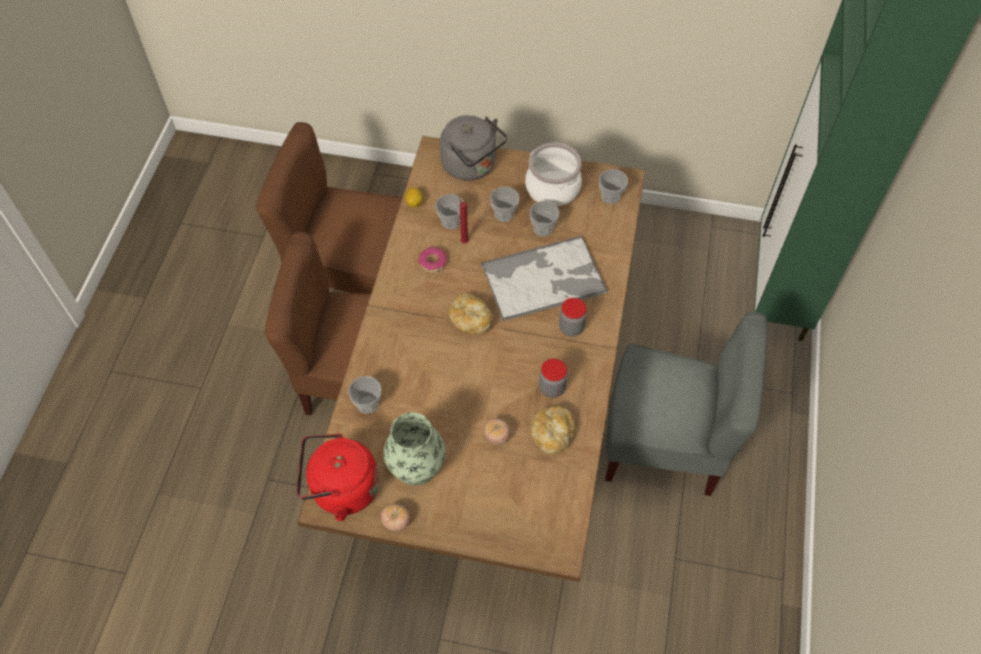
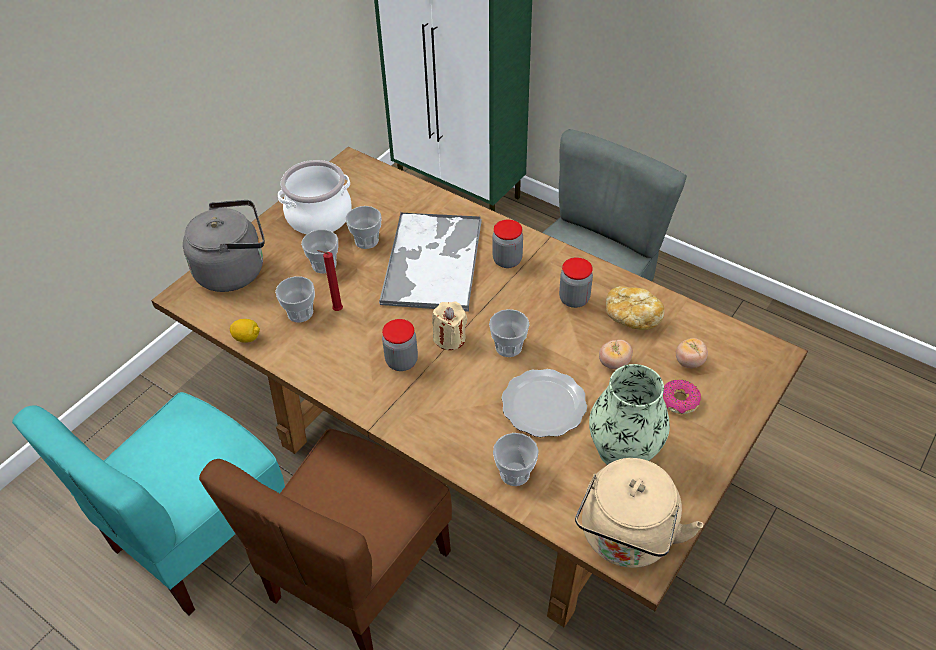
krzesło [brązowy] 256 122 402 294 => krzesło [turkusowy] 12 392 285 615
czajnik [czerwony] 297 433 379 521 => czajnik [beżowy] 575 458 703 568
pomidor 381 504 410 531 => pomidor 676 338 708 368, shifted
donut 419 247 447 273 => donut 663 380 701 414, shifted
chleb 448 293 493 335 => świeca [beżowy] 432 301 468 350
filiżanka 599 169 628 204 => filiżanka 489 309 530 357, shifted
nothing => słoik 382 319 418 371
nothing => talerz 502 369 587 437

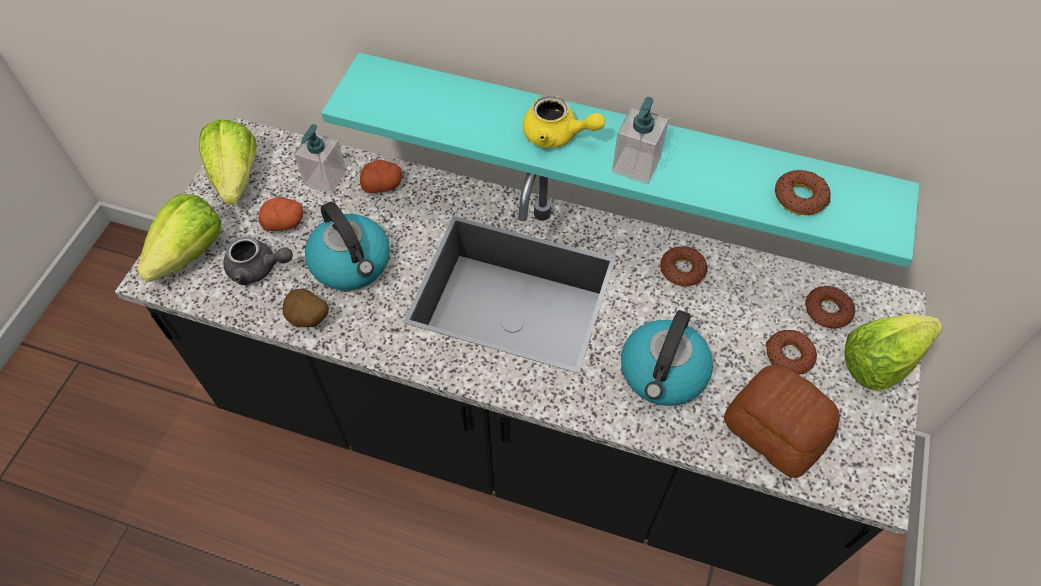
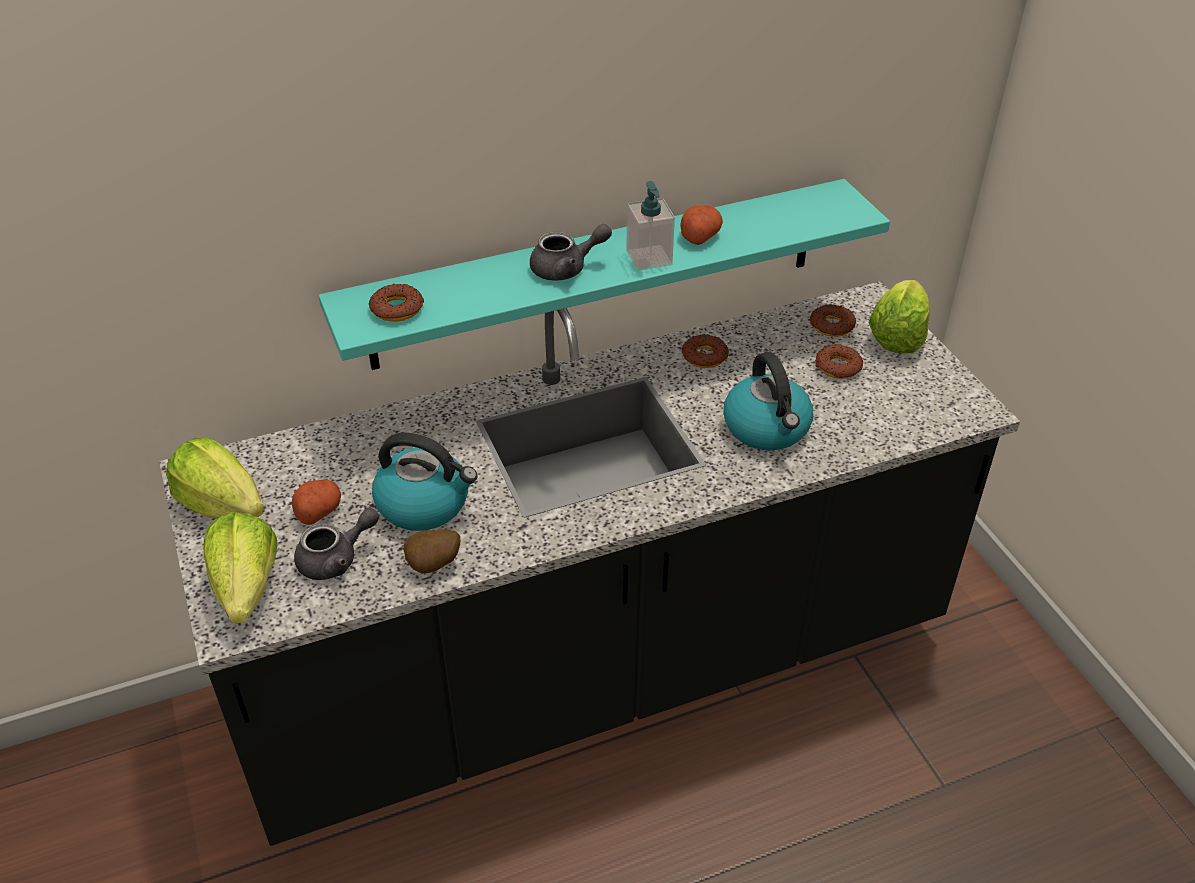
dozownik mydła 294 124 347 194 => nothing
ziemniak 360 160 402 193 => ziemniak 680 206 723 245, shifted
imbryk [żółty] 523 95 605 148 => imbryk [szary] 530 224 612 281
chleb 724 365 840 478 => nothing
donut 775 170 831 215 => donut 369 284 424 322, shifted

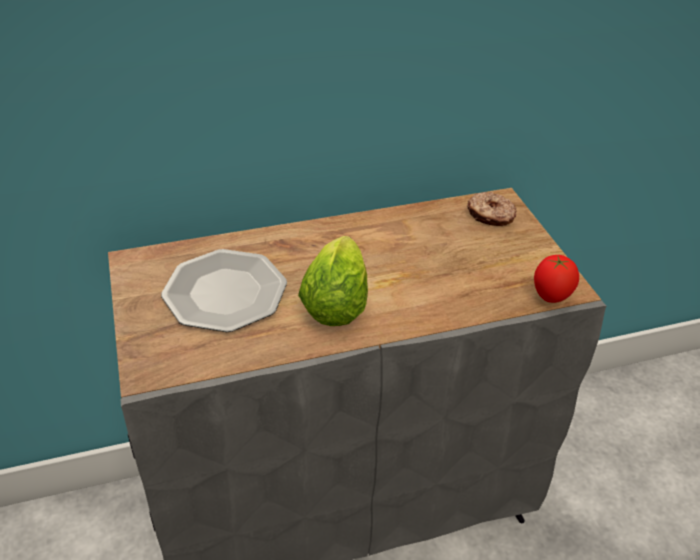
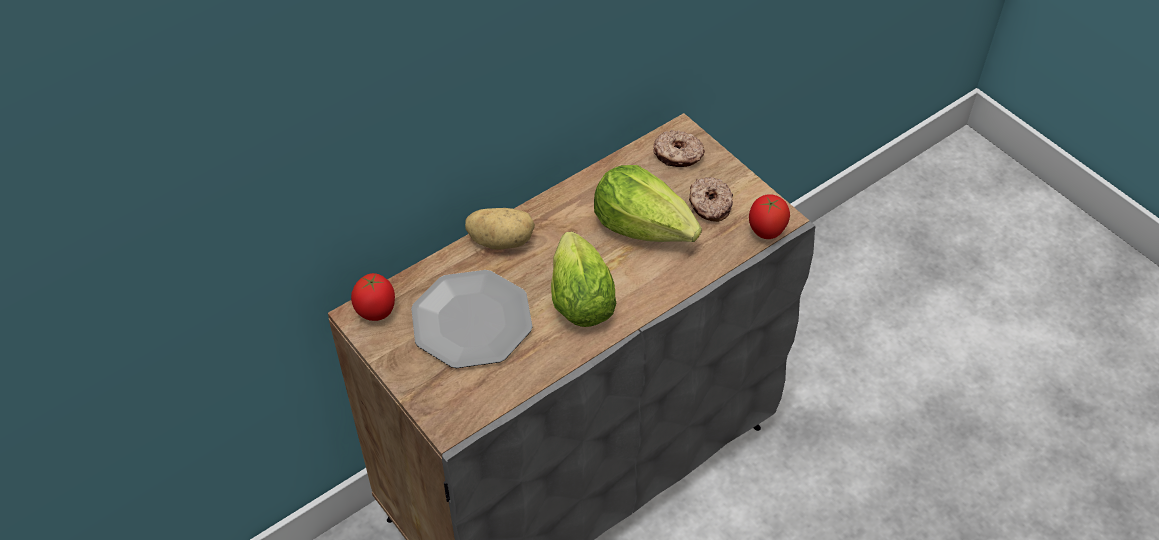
nothing => pomidor 351 273 395 321
nothing => ziemniak 465 208 535 250
nothing => sałata 594 165 702 242
nothing => donut 689 177 733 222

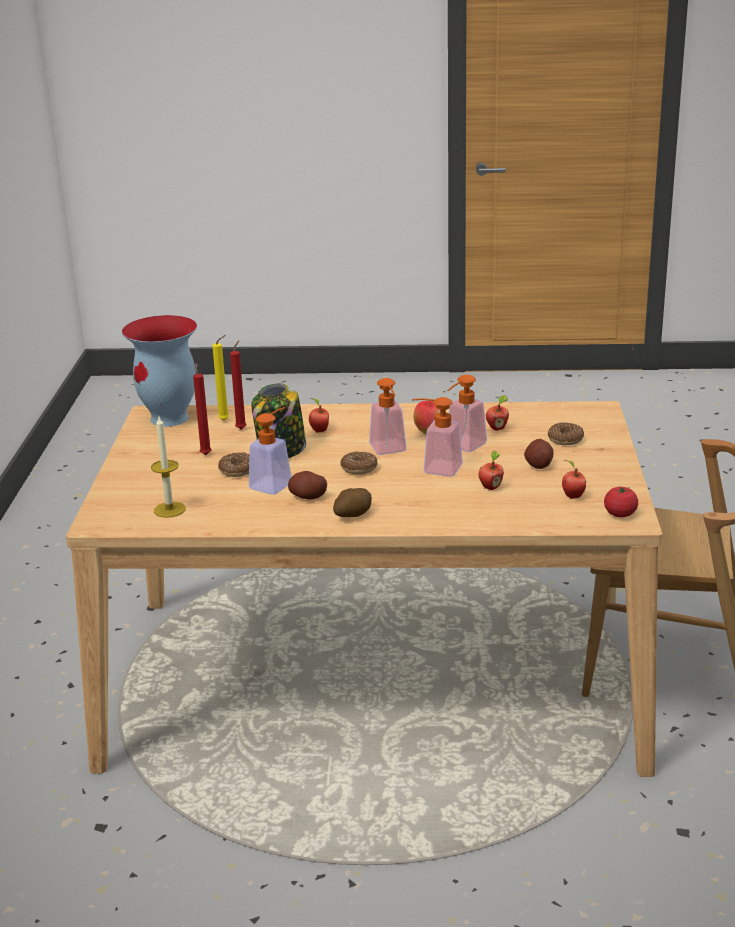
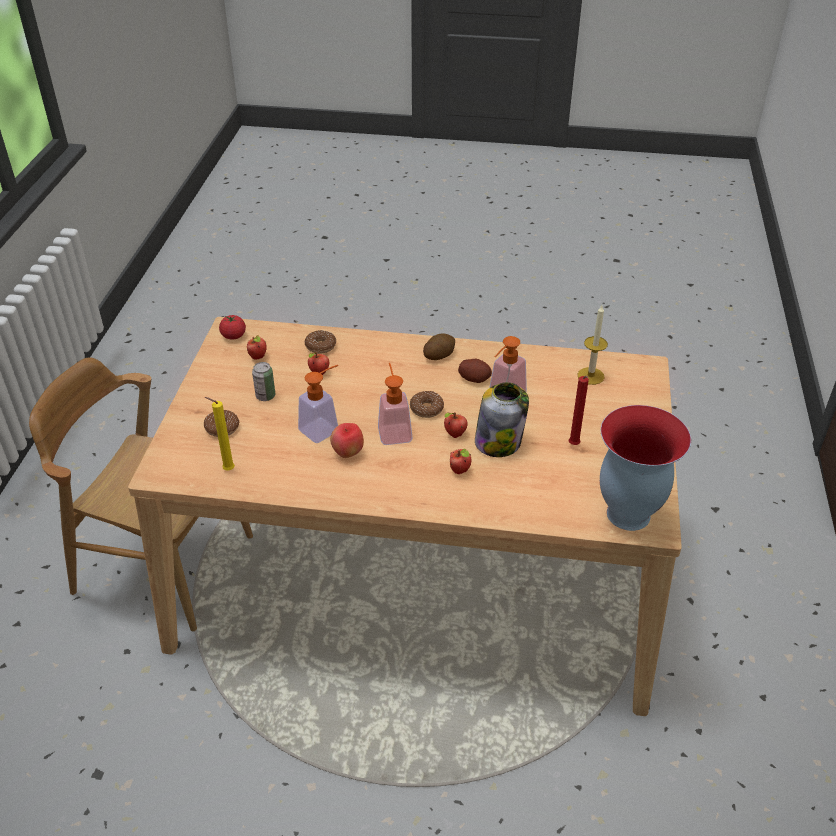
świeca [żółty] 212 335 229 421 => świeca [żółty] 205 397 235 471, shifted
donut 218 452 249 477 => donut 305 330 336 354, shifted
świeca [czerwony] 230 340 246 430 => nothing
dozownik mydła 412 397 463 477 => nothing
jabłko 486 395 509 431 => jabłko 444 412 468 438, shifted
ziemniak 524 439 554 469 => puszka 252 362 275 401

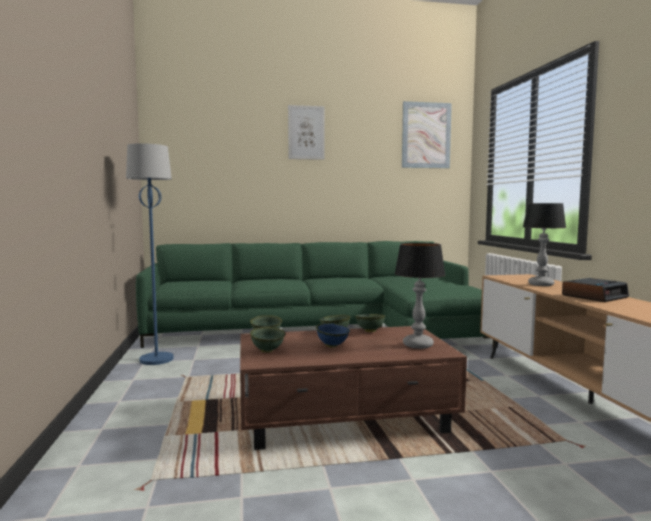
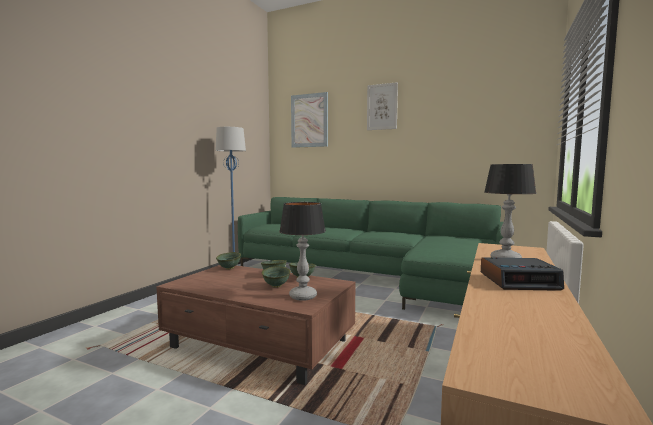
miska [zielony] 250 327 285 353 => miska [zielony] 262 266 291 288, shifted
miska [niebieski] 316 323 350 348 => nothing
obraz 402 101 452 168 => obraz 291 92 328 148, shifted

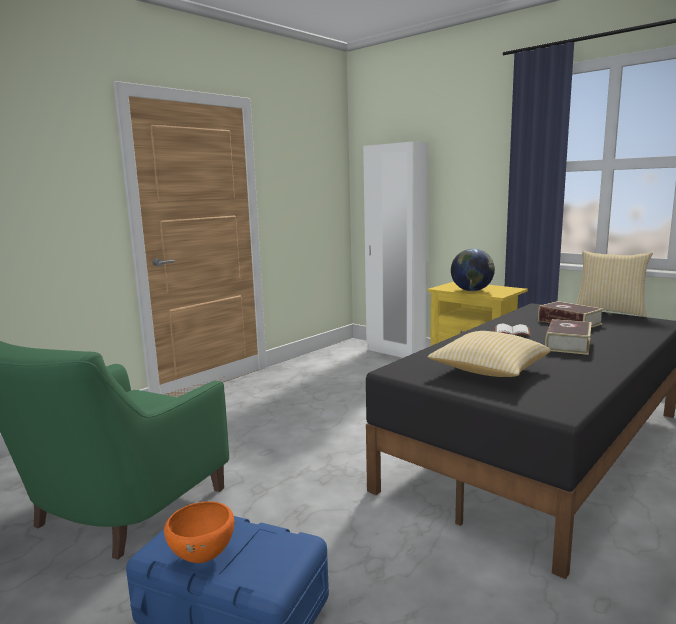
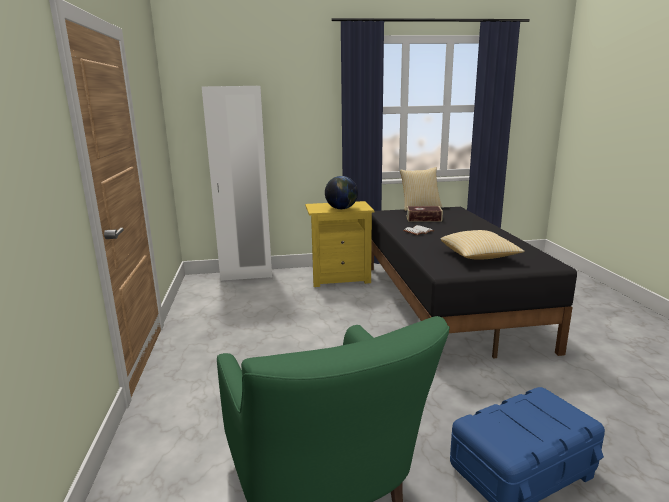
miska [pomarańczowy] 164 501 234 563 => nothing
książka 545 319 592 355 => nothing

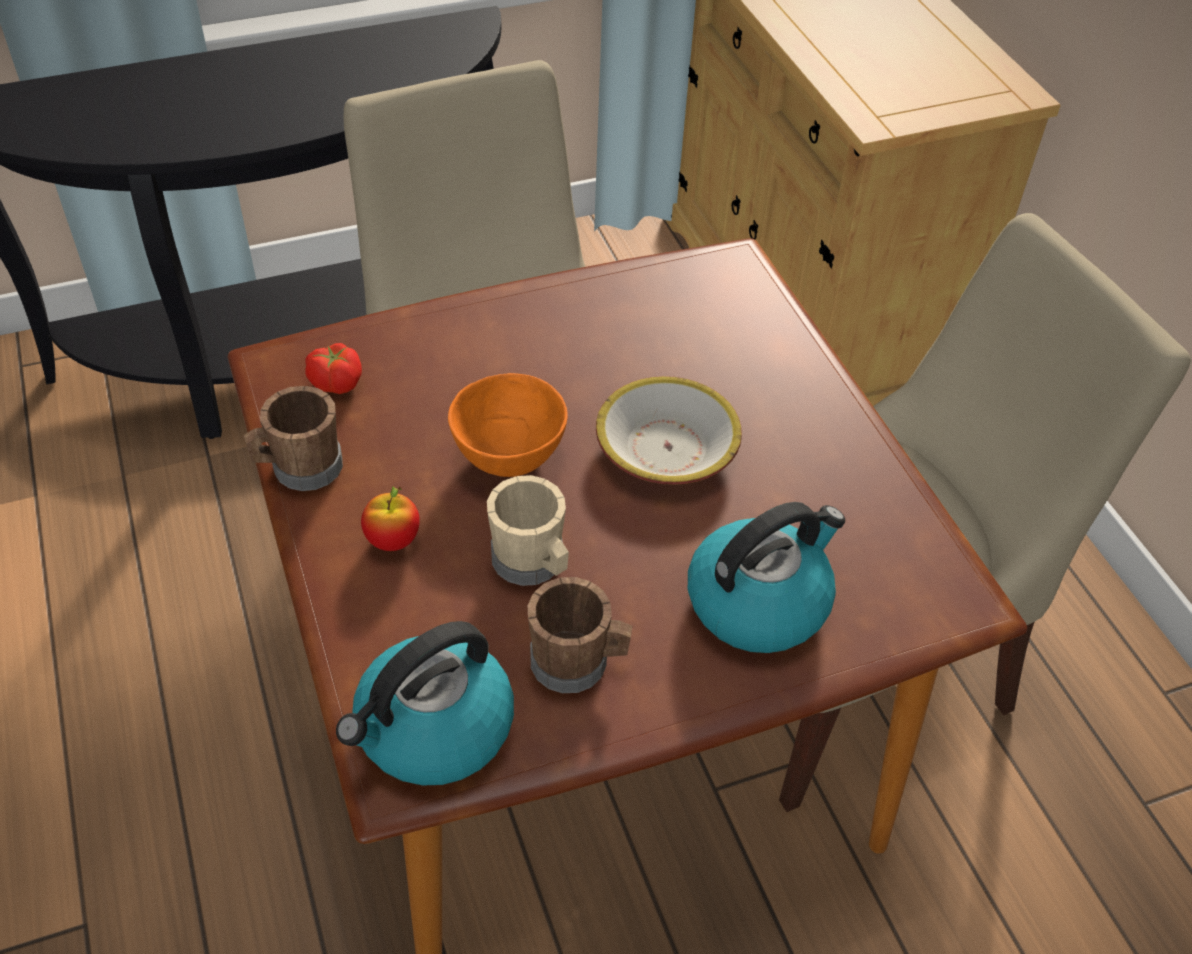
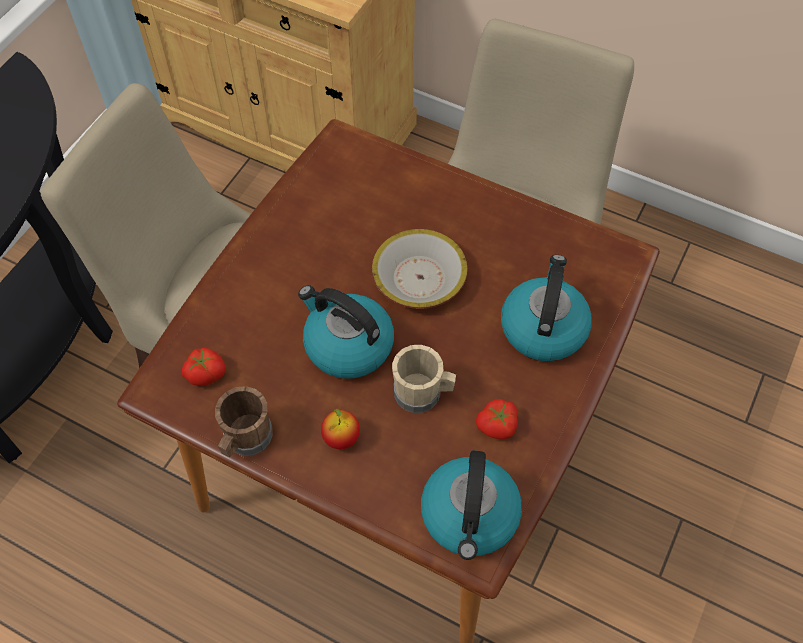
miska [pomarańczowy] 448 373 568 477 => czajnik 298 285 394 379
kubek [brązowy] 528 577 632 693 => pomidor 476 399 518 439

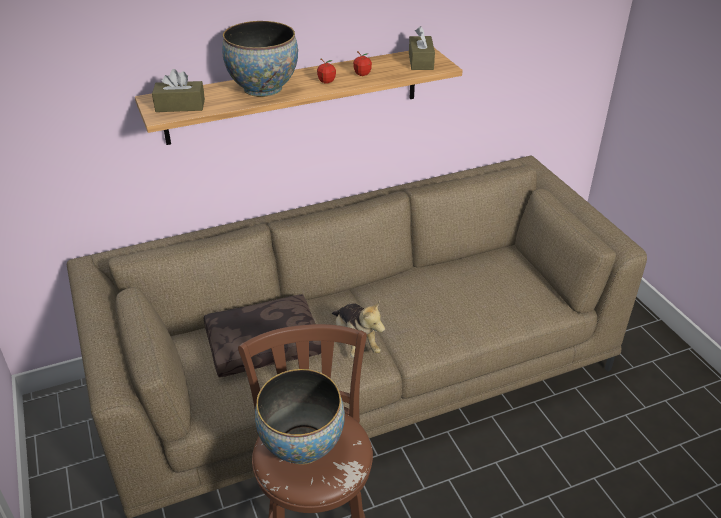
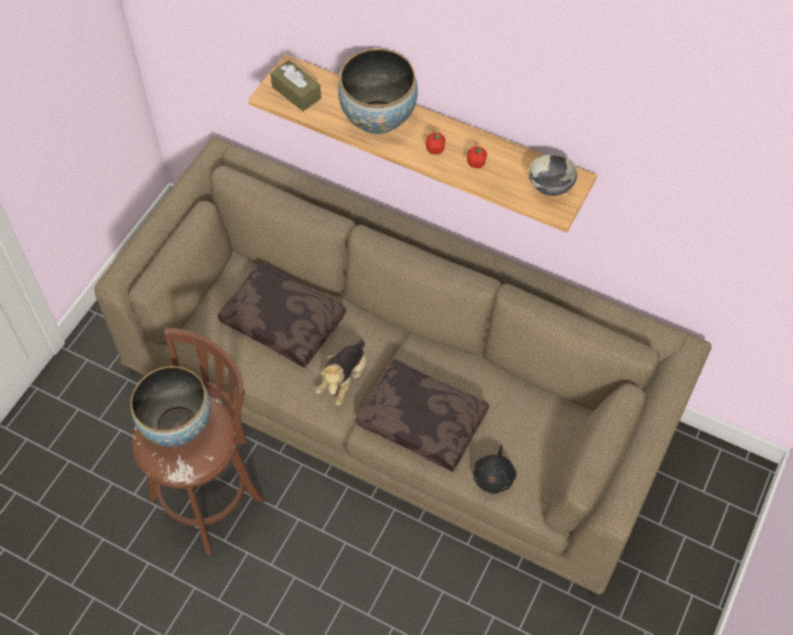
pudełko chusteczek [brązowy] 409 26 435 70 => miska 529 154 577 196
nothing => poduszka [brązowy] 356 359 489 472
nothing => pluszak [czarny] 474 445 517 494

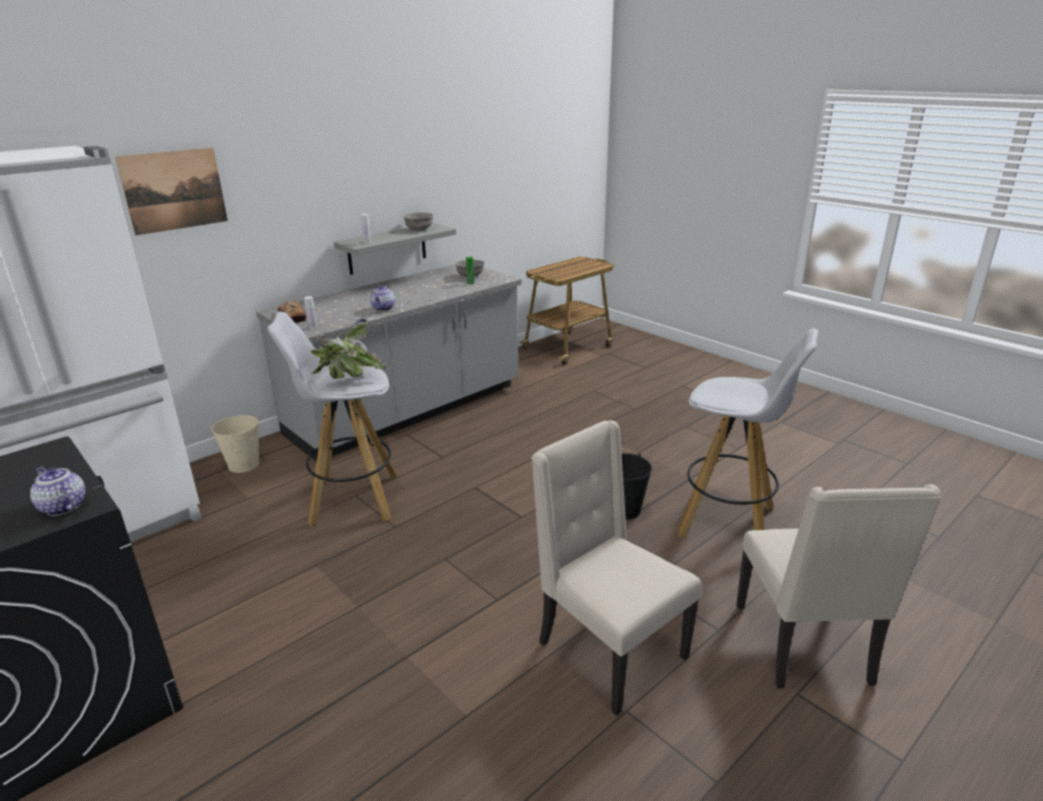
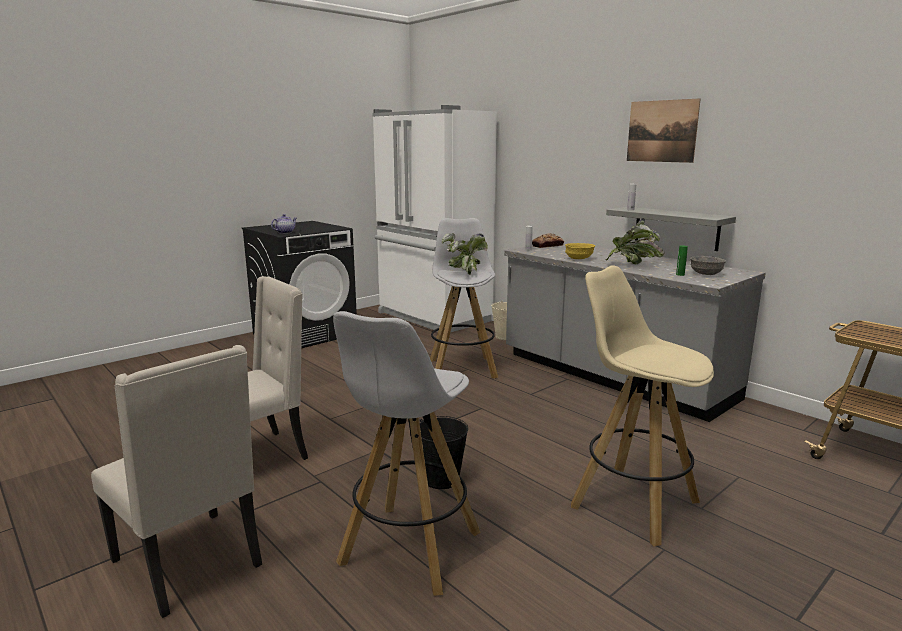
obraz 115 148 228 235 => obraz 627 98 701 163, shifted
imbryk 370 285 395 311 => miska [żółty] 565 243 595 259
miska [szary] 404 212 433 231 => nothing
krzesło [beżowy] 736 484 942 688 => krzesło [beżowy] 91 345 262 618, 135 degrees counterclockwise
nothing => stołek [beżowy] 571 265 714 546
nothing => roślina doniczkowa 606 218 665 264

